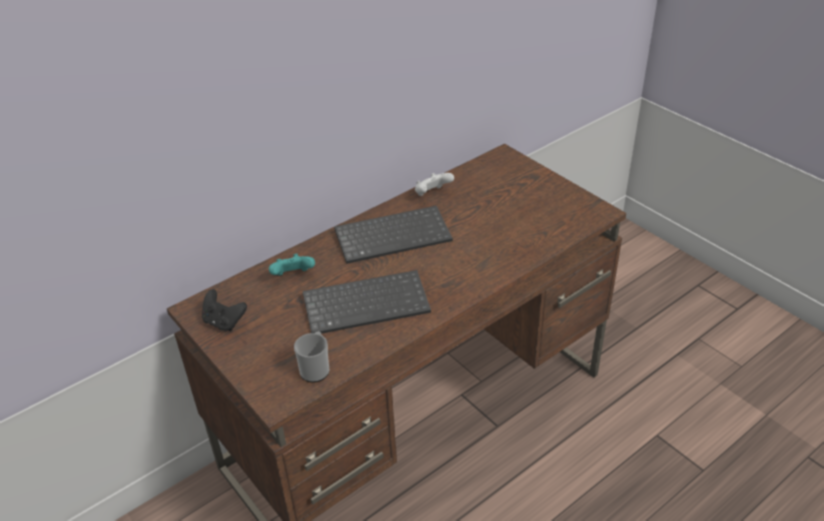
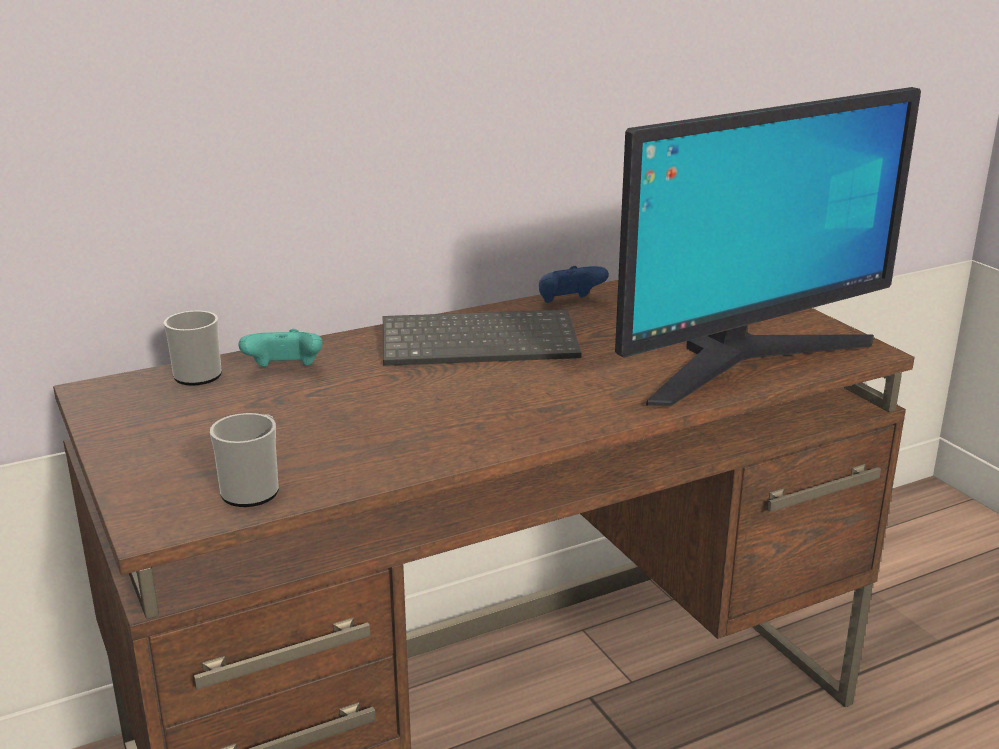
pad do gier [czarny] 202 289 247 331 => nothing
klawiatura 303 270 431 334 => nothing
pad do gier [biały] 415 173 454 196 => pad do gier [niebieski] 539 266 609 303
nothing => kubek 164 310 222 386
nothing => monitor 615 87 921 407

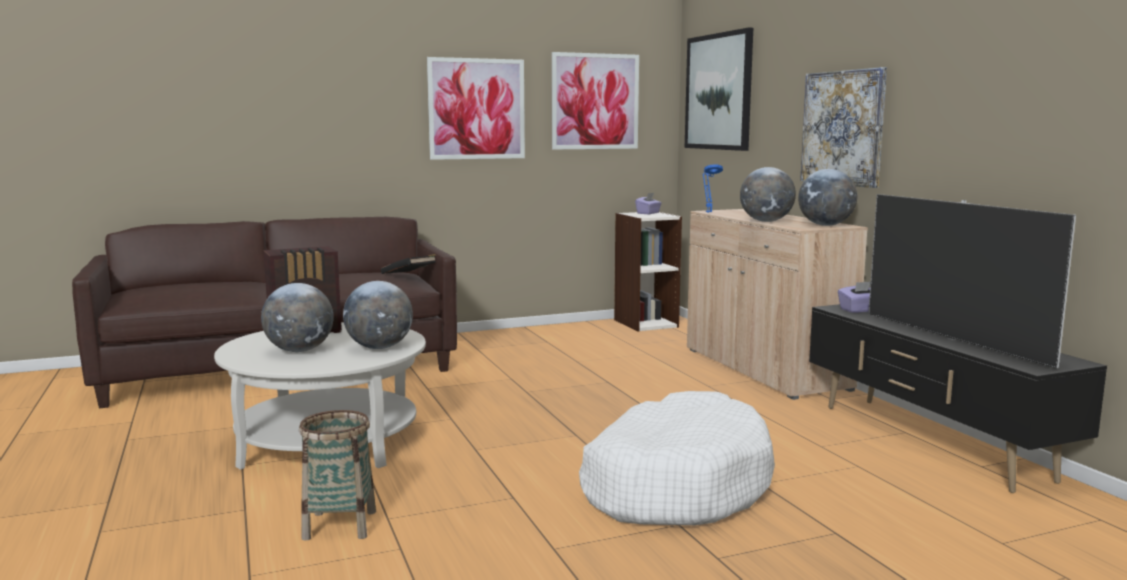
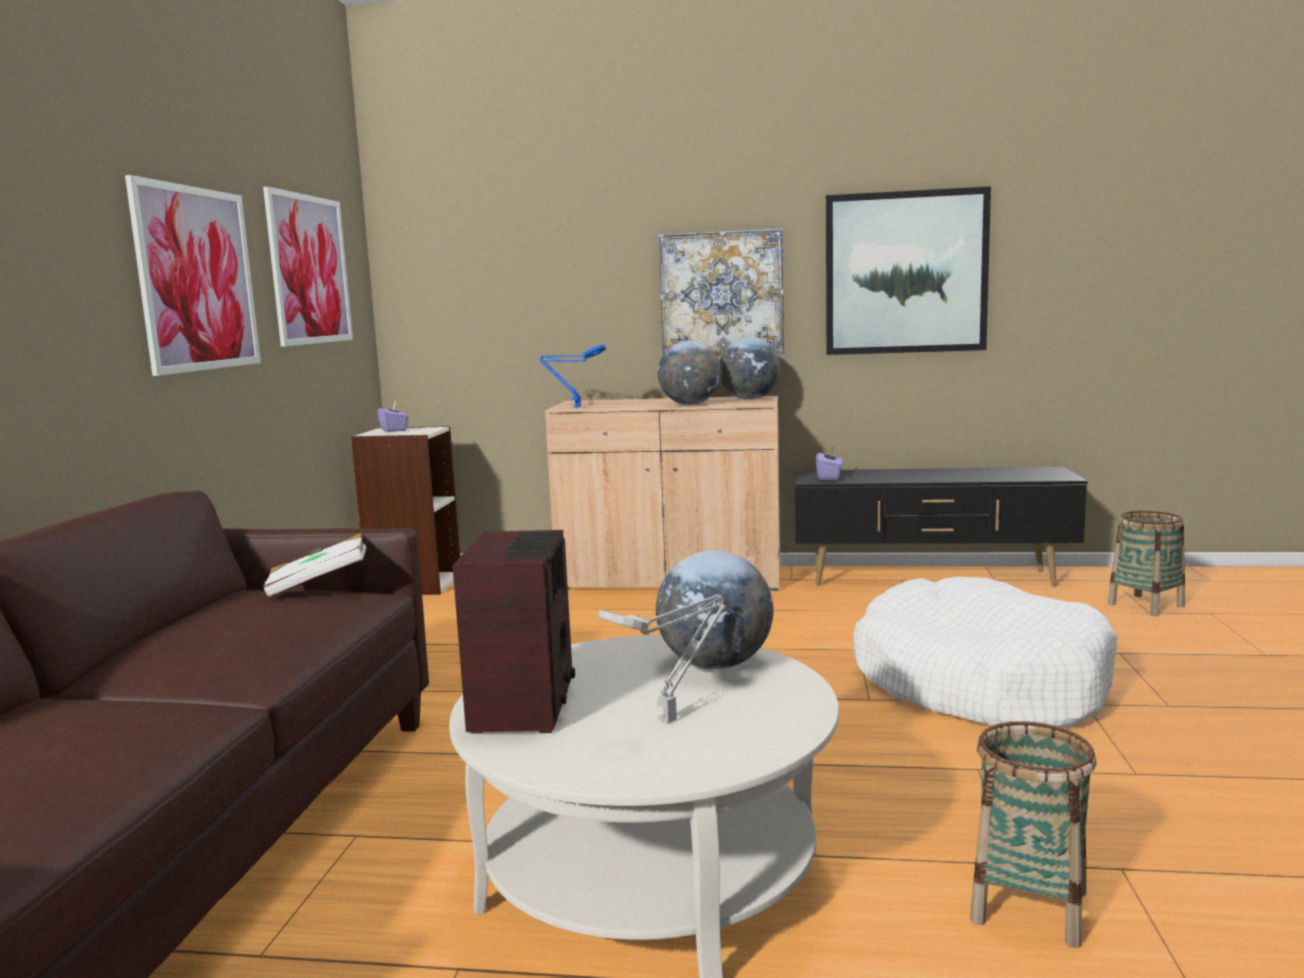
globus 261 283 334 352 => lampa stołowa [szary] 598 594 726 723
książka [czarny] 381 254 436 274 => książka [biały] 263 533 366 597
obraz 685 27 753 151 => obraz 826 186 991 355, shifted
telewizor 868 194 1076 369 => nothing
nothing => koszyk 1108 511 1185 616

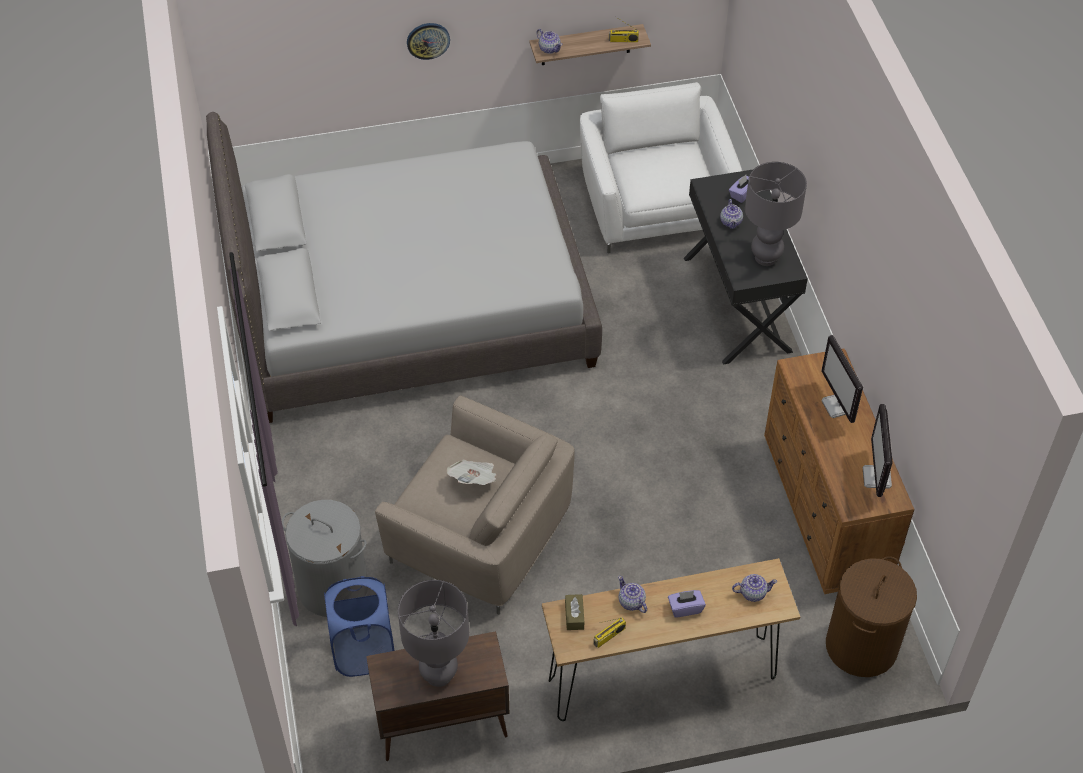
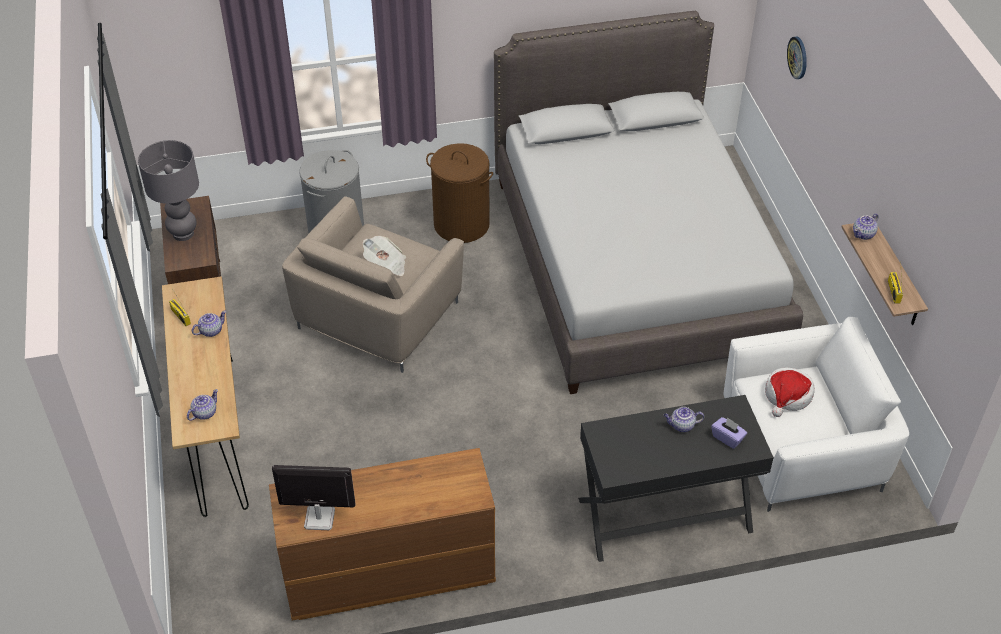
kosz na pranie [niebieski] 324 576 394 677 => nothing
zegar ścienny 407 23 450 60 => zegar ścienny 787 37 807 79, shifted
pudełko chusteczek [brązowy] 565 594 584 630 => nothing
pudełko chusteczek [fioletowy] 668 590 706 618 => nothing
imbryk 732 574 777 602 => imbryk 187 389 218 421, 135 degrees counterclockwise
lampa stołowa [szary] 745 162 807 266 => nothing
monitor 821 335 863 423 => nothing
kosz na pranie [brązowy] 826 556 917 677 => kosz na pranie [brązowy] 426 143 493 243, shifted
nothing => kapelusz 765 367 815 417

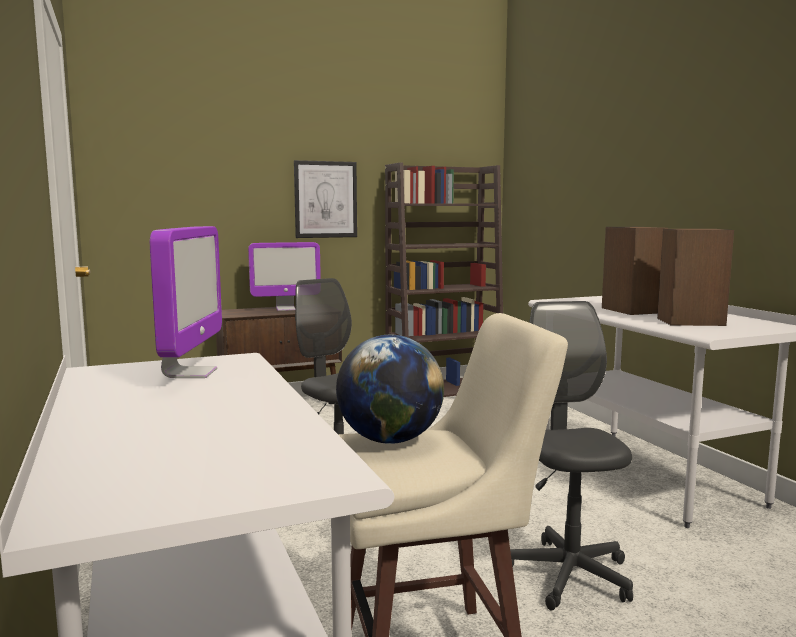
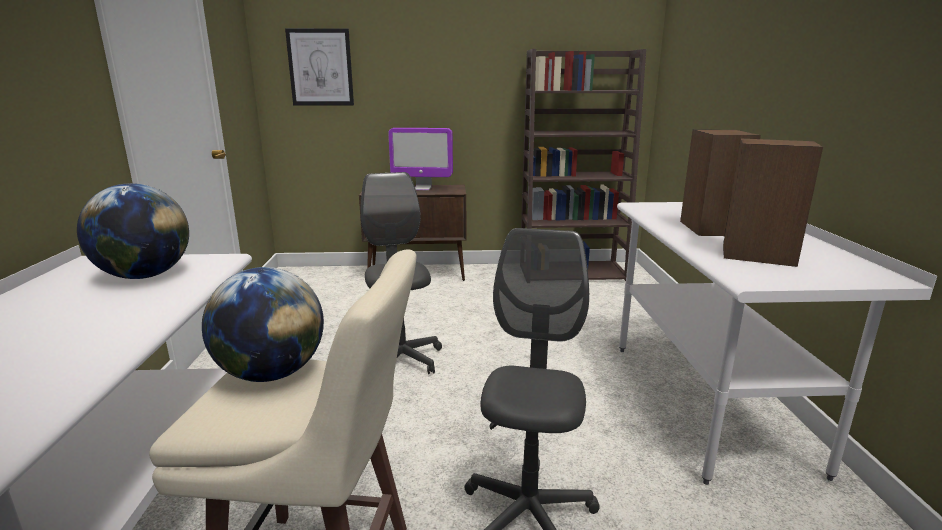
monitor 150 226 222 378 => globus 77 183 189 279
obraz 294 160 357 238 => obraz 285 28 354 106, shifted

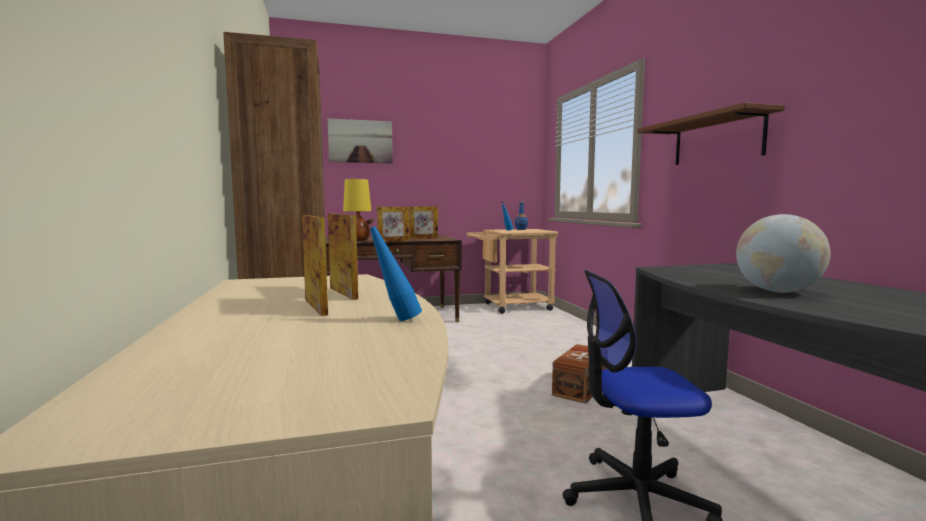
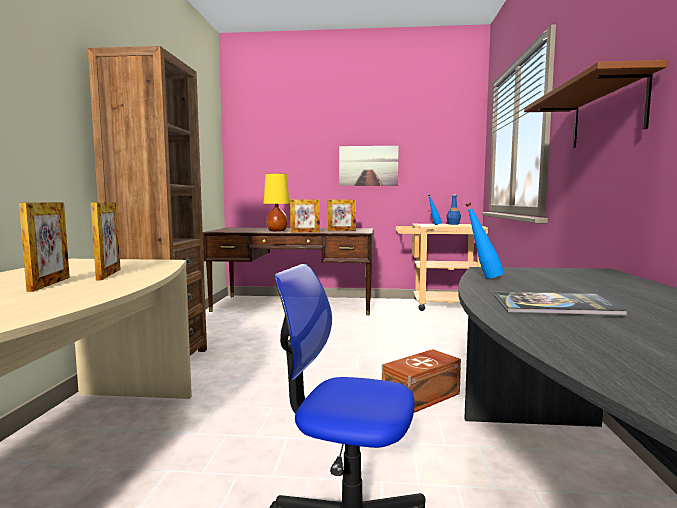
obraz 328 119 393 163 => obraz 339 146 399 186, shifted
butelka [niebieski] 366 218 422 321 => butelka [niebieski] 465 202 504 279, shifted
globus 736 214 831 293 => książka 495 292 628 316

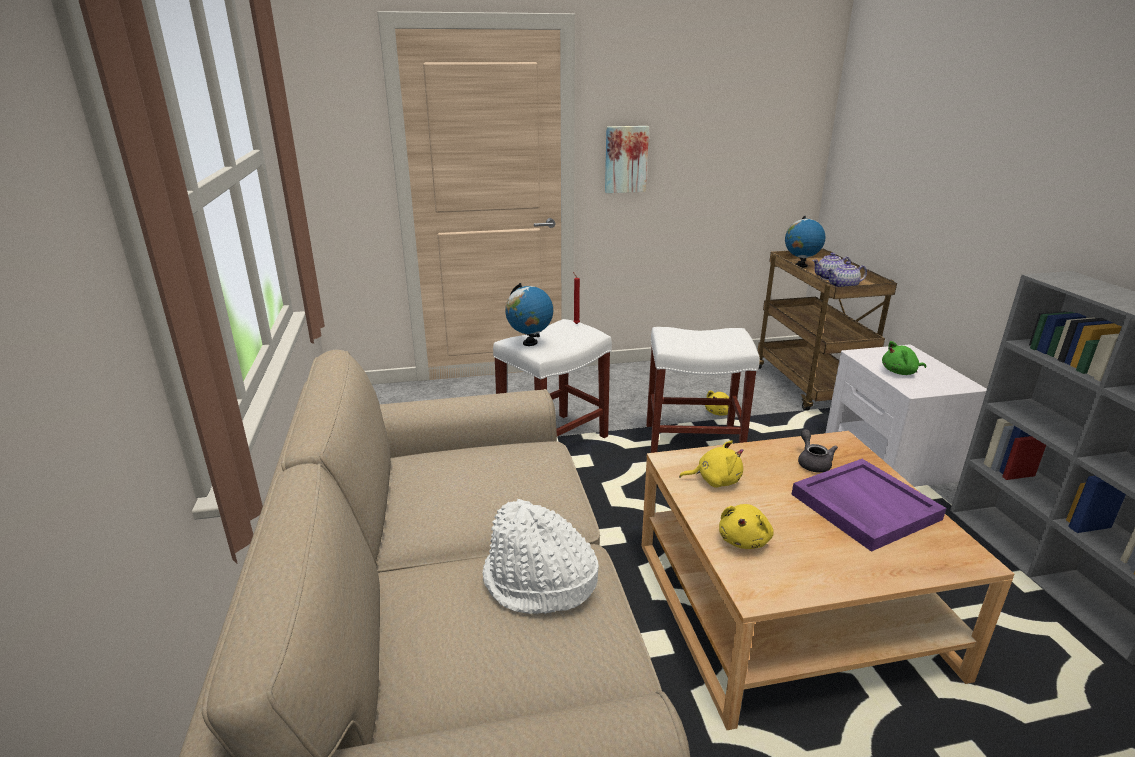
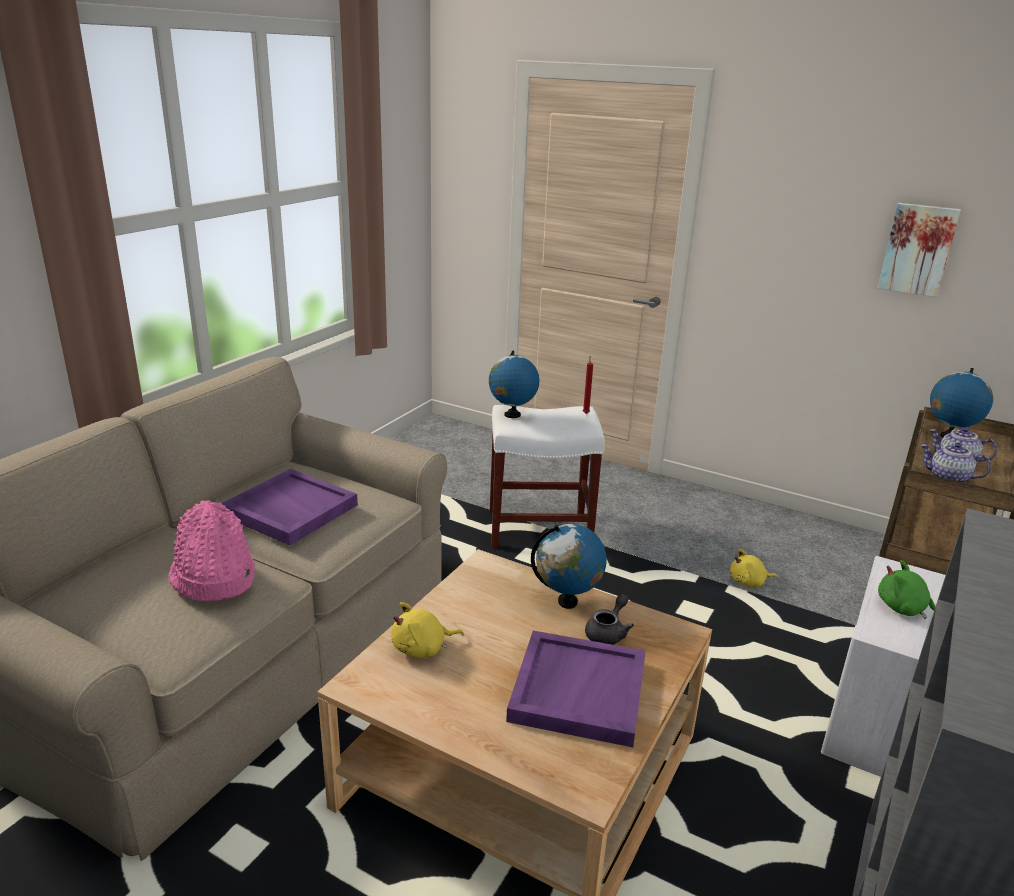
kapelusz [biały] 483 499 599 614 => kapelusz [różowy] 169 500 255 601
obraz 605 126 649 193 => obraz 878 203 961 297, shifted
stołek [biały] 646 327 760 453 => nothing
pluszak [żółty] 679 440 744 488 => nothing
nothing => taca [fioletowy] 222 469 358 545
nothing => globus 531 524 607 609

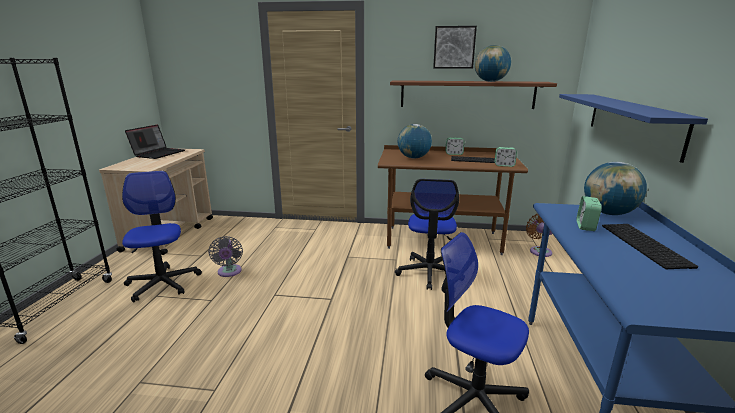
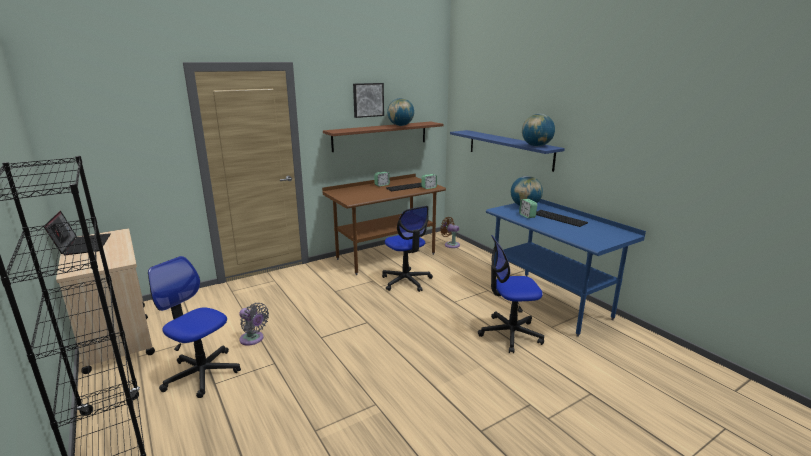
globus 398 124 432 159 => globus 522 114 555 147, shifted

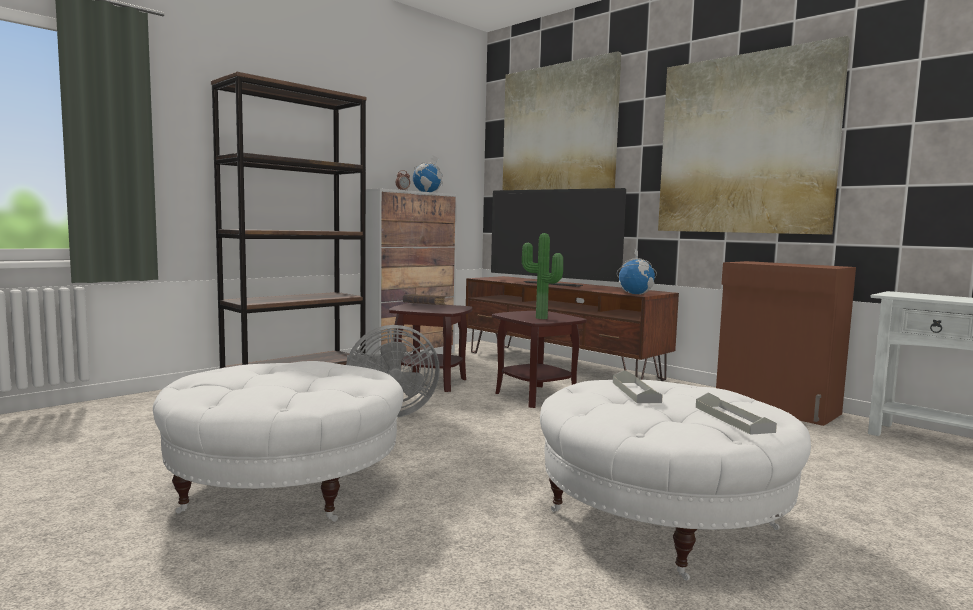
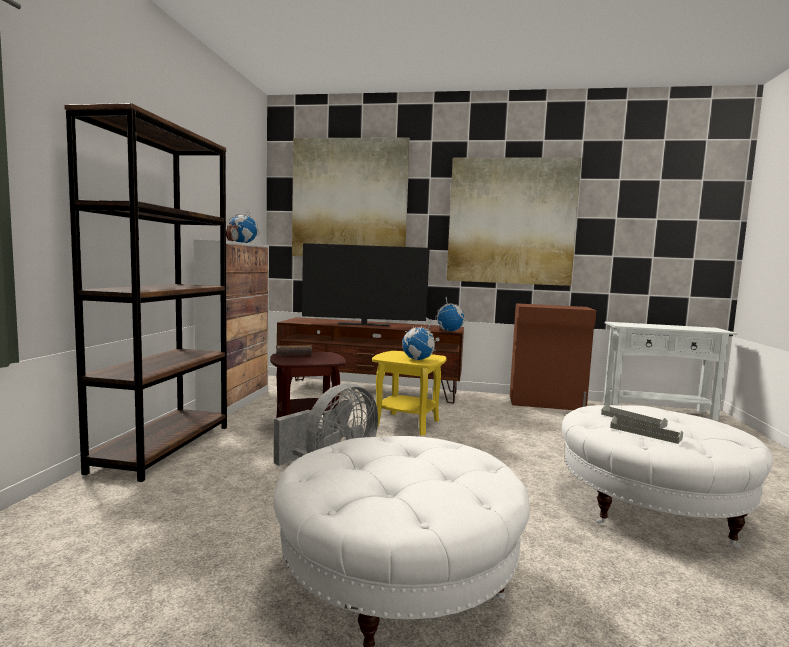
stolik [brązowy] 492 311 587 408 => stolik [żółty] 372 351 447 436
roślina doniczkowa 522 233 563 319 => globus 402 318 436 360
taca [szary] 696 393 777 435 => taca [szary] 610 416 683 444, shifted

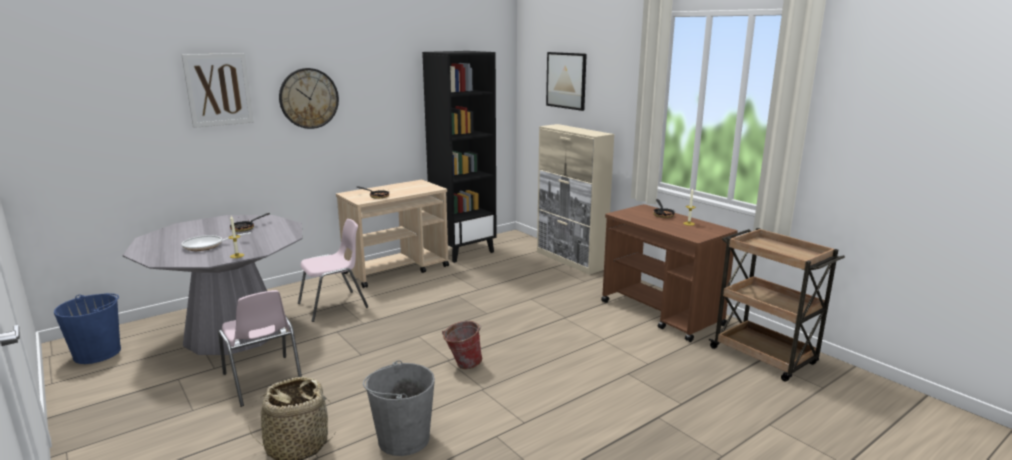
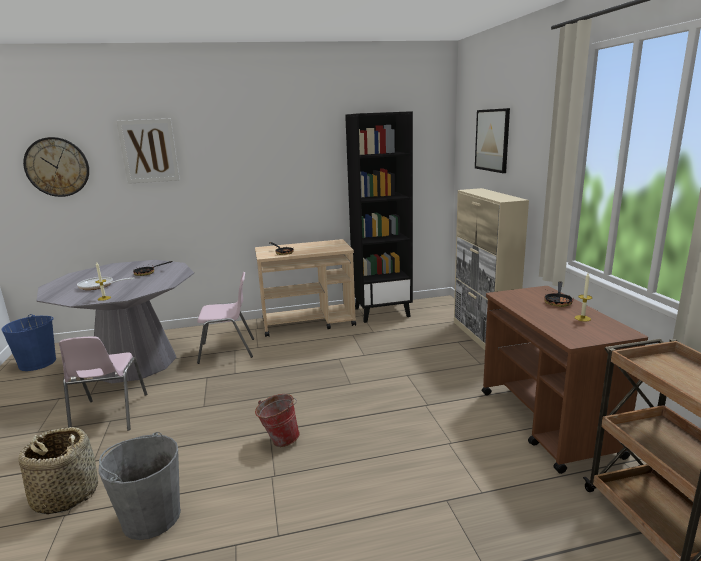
zegar ścienny 279 68 339 129 => zegar ścienny 23 137 89 197, shifted

